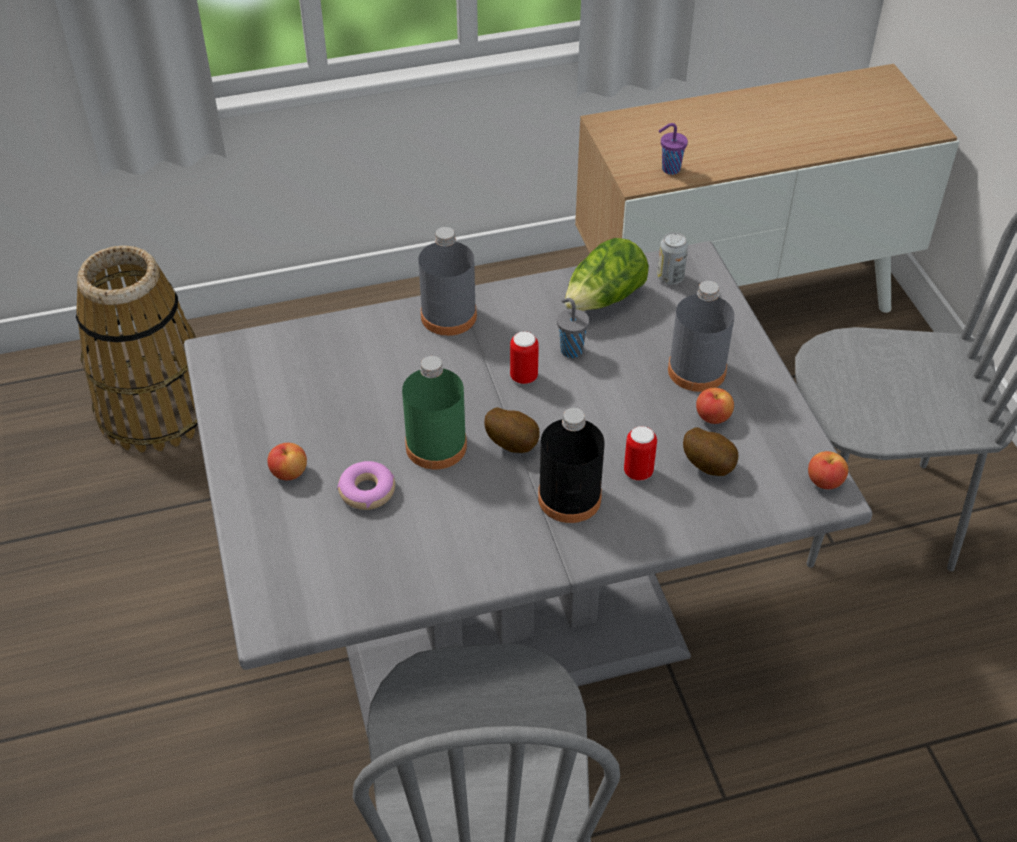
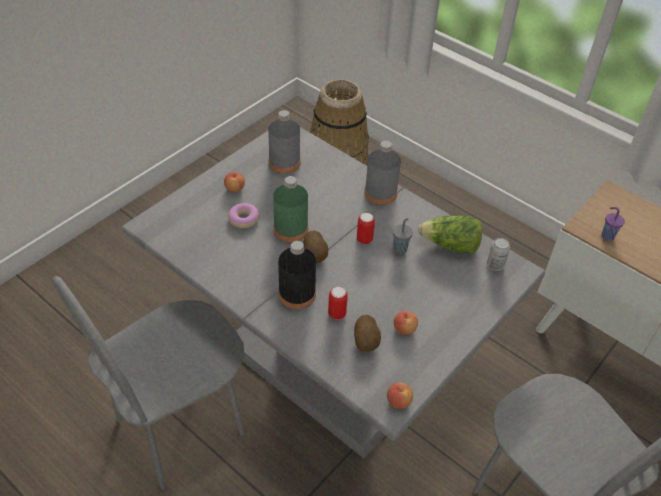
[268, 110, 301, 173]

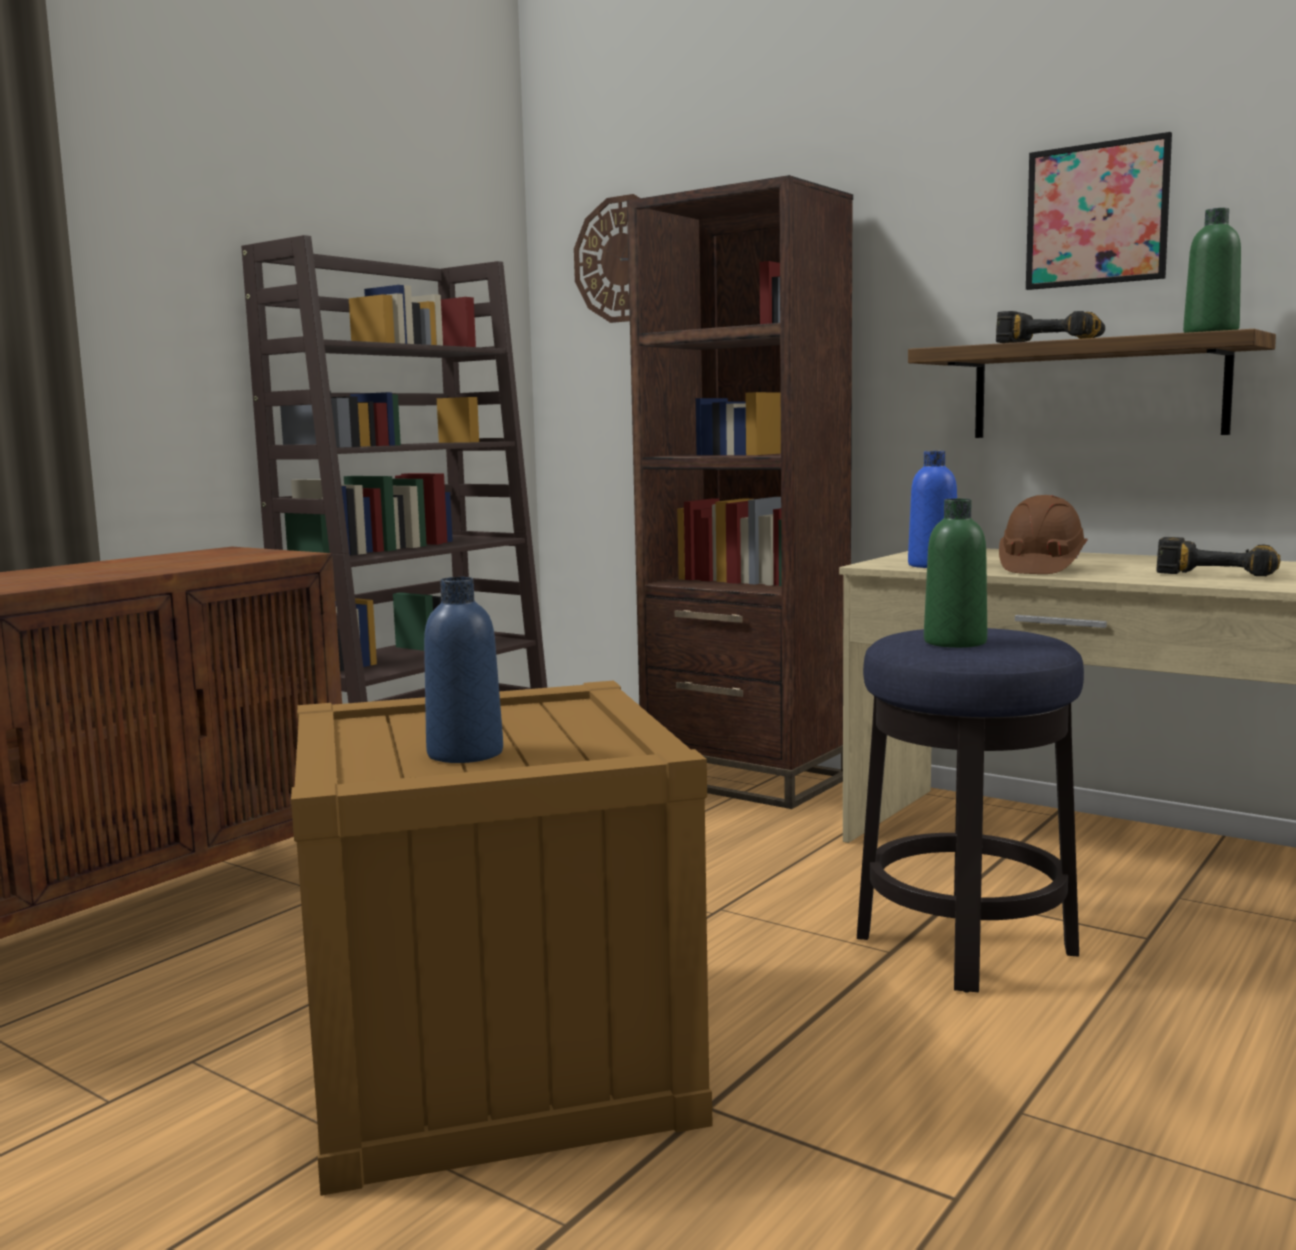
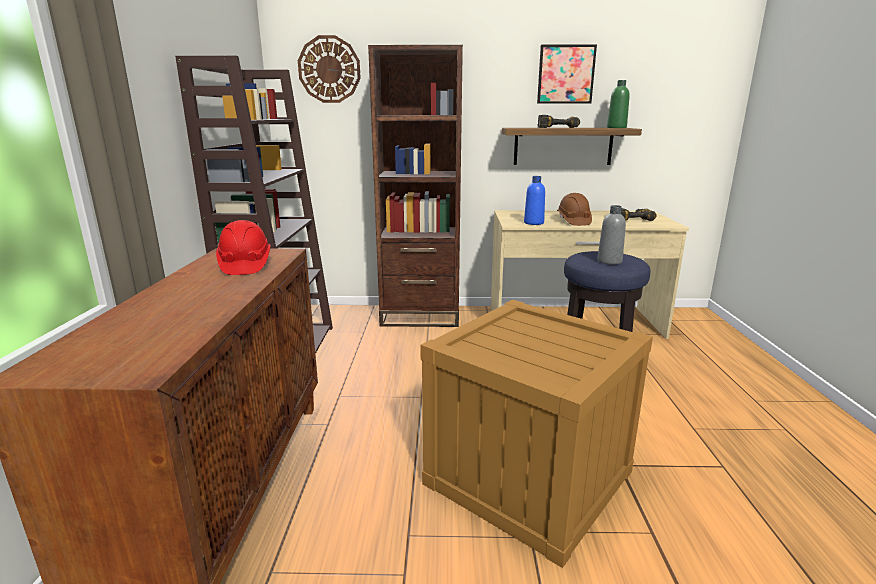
[424, 577, 503, 763] (first image)
[597, 205, 626, 265]
[216, 220, 271, 275]

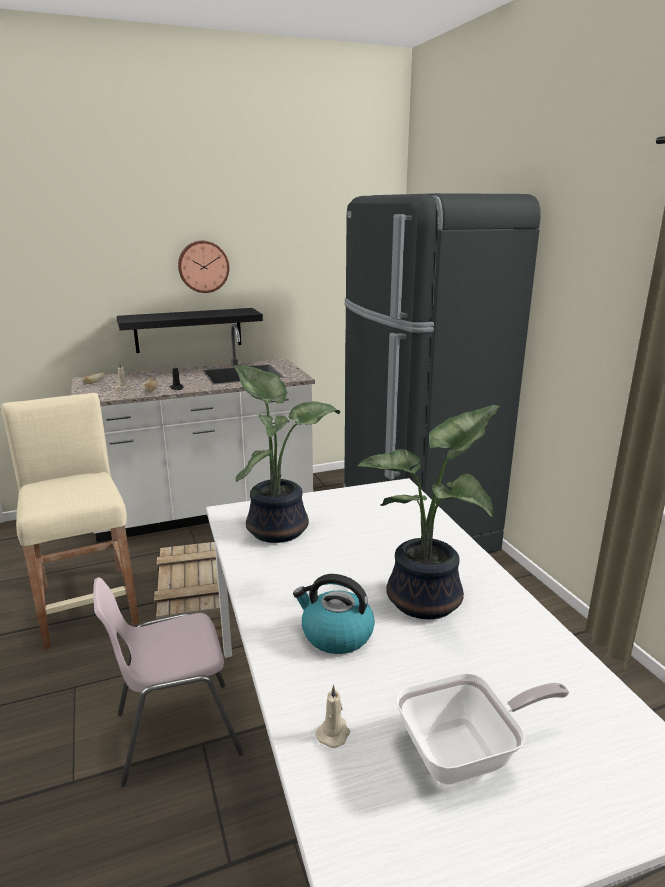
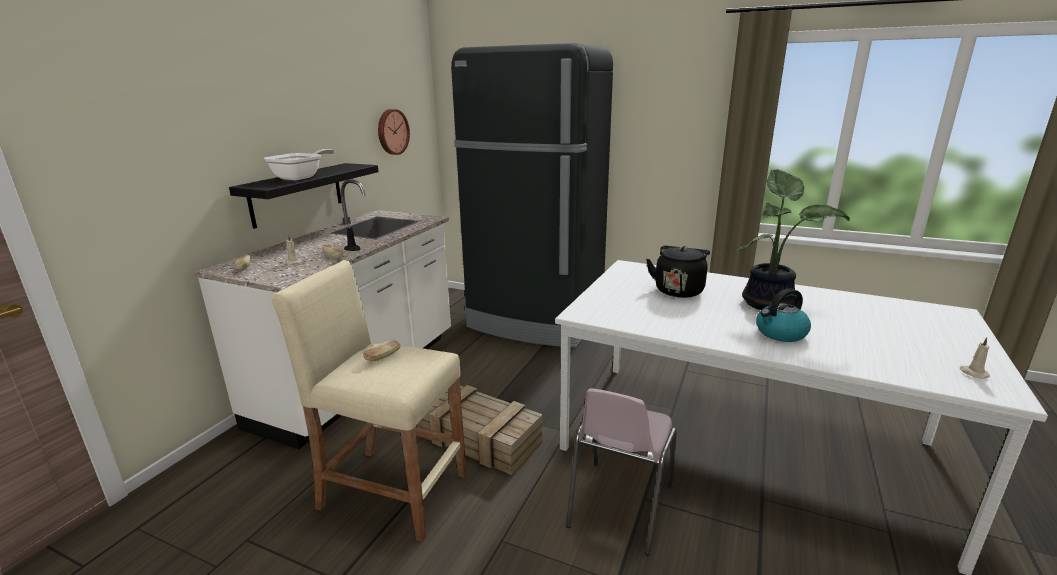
[378, 109, 410, 155]
[233, 364, 340, 543] (first image)
[960, 337, 990, 379]
[264, 149, 334, 180]
[363, 340, 401, 361]
[646, 245, 710, 298]

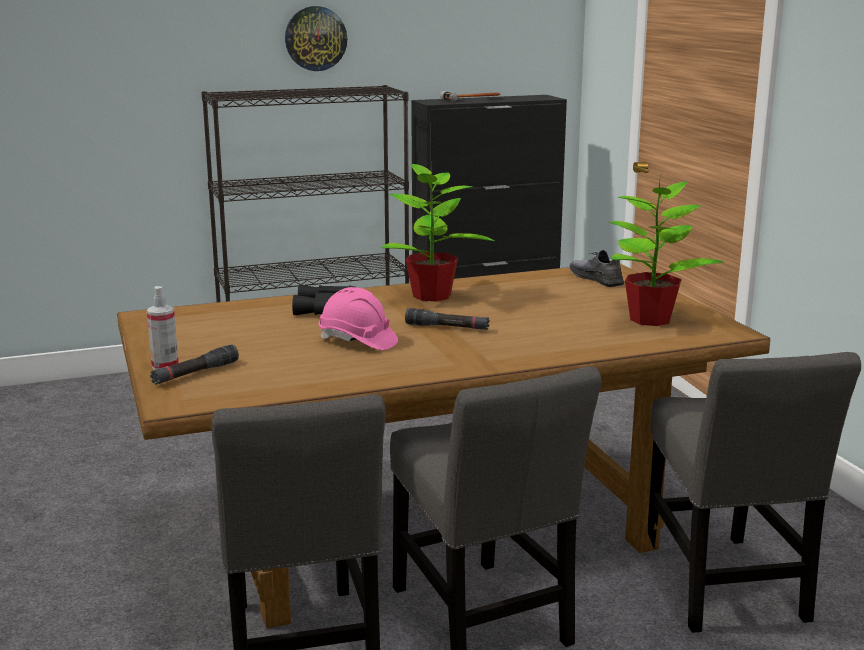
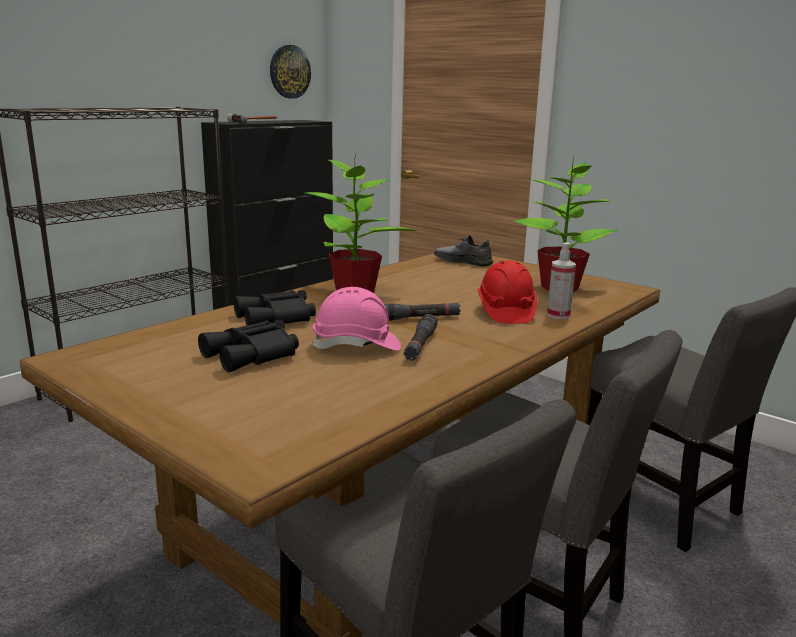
[547, 242, 576, 319]
[404, 314, 437, 361]
[270, 45, 311, 99]
[198, 320, 299, 372]
[478, 260, 537, 324]

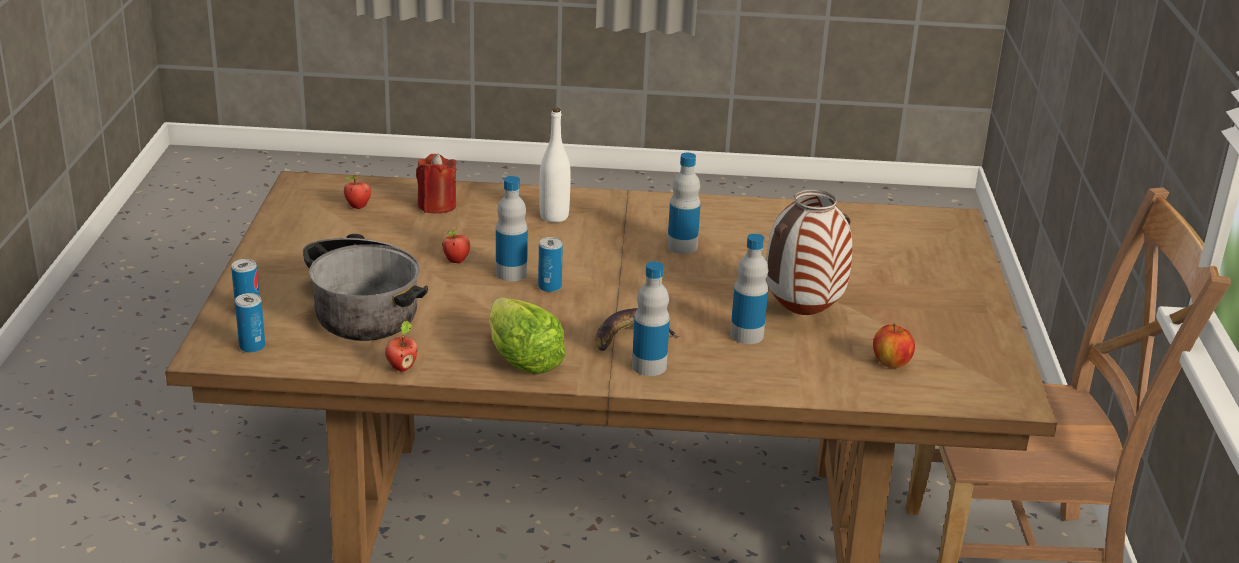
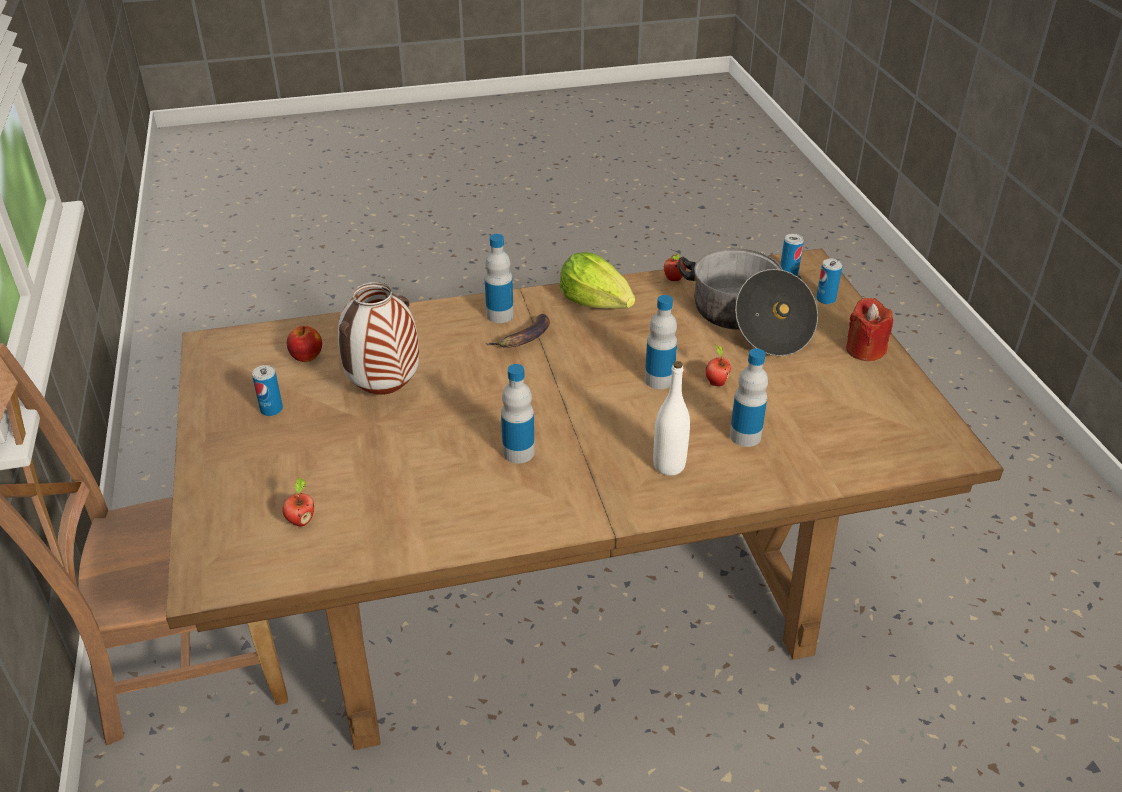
[282, 477, 314, 526]
[846, 298, 893, 361]
[252, 365, 283, 416]
[730, 348, 768, 447]

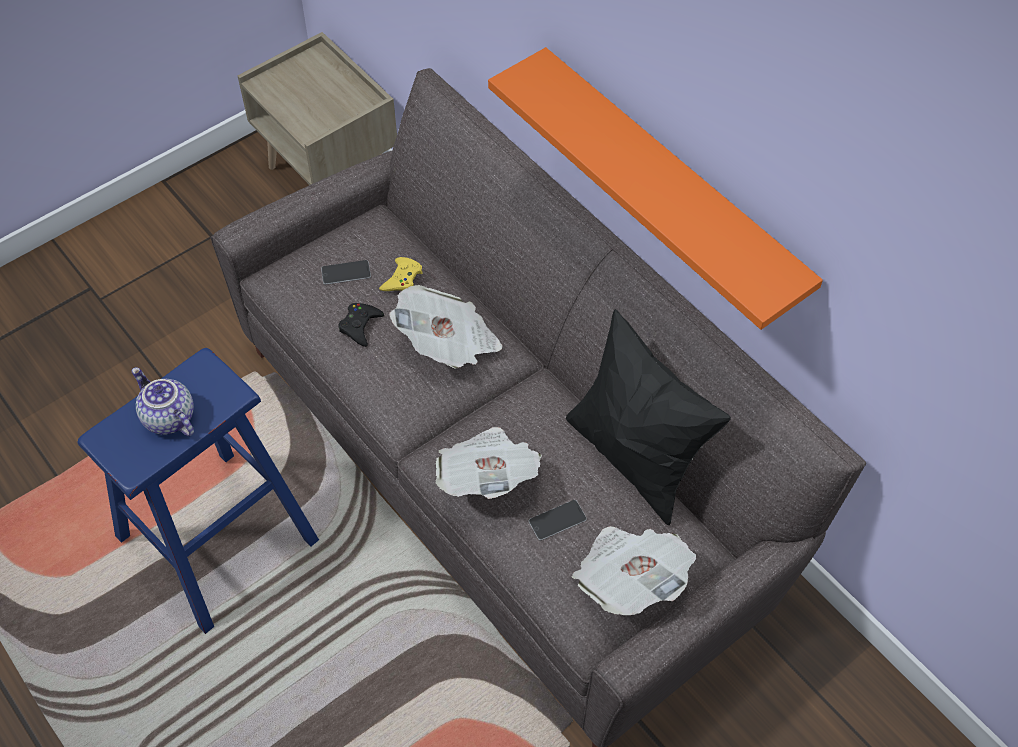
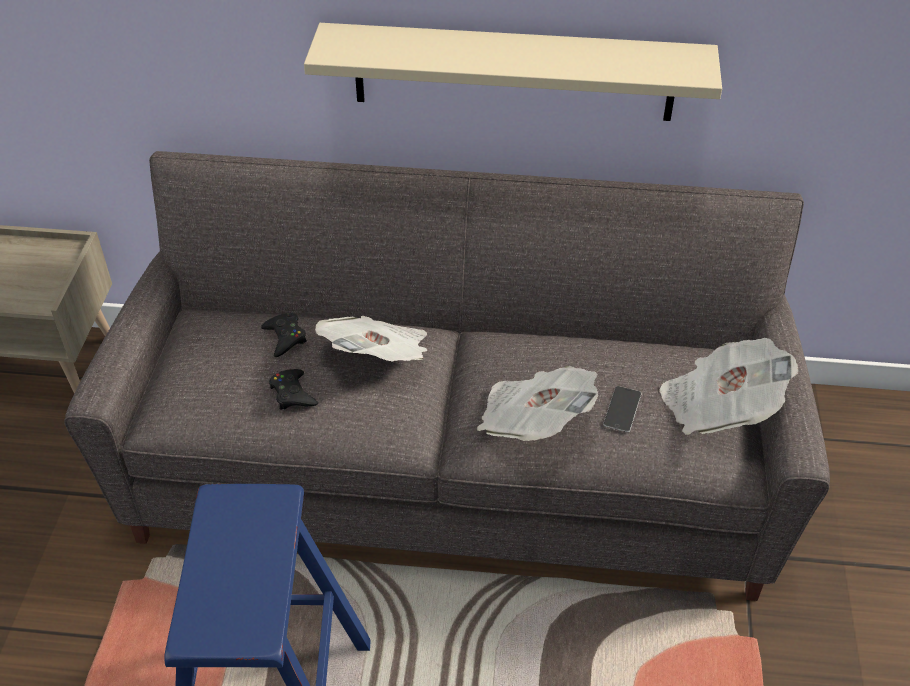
[132, 367, 194, 436] (first image)
[321, 260, 371, 285] (first image)
[261, 313, 307, 357]
[304, 23, 722, 121]
[566, 309, 731, 525] (first image)

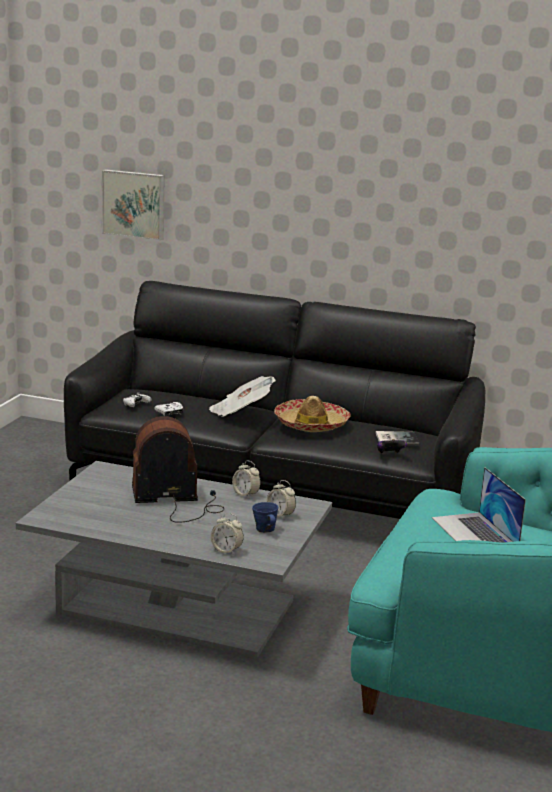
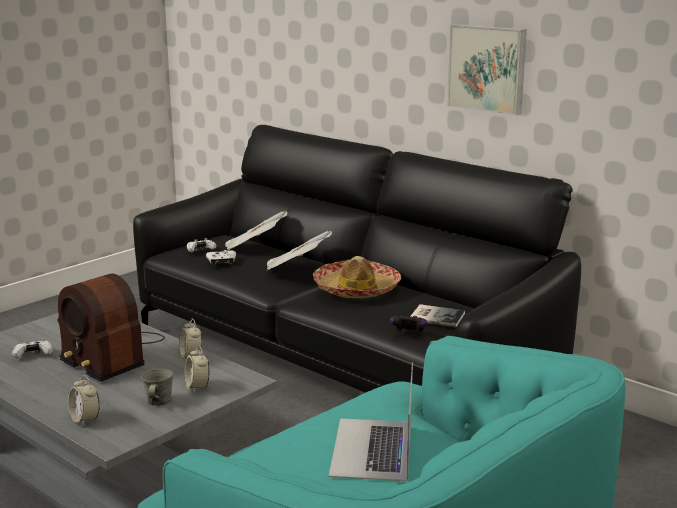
[447, 24, 527, 115]
[57, 274, 165, 382]
[141, 369, 173, 406]
[12, 338, 53, 358]
[225, 211, 288, 251]

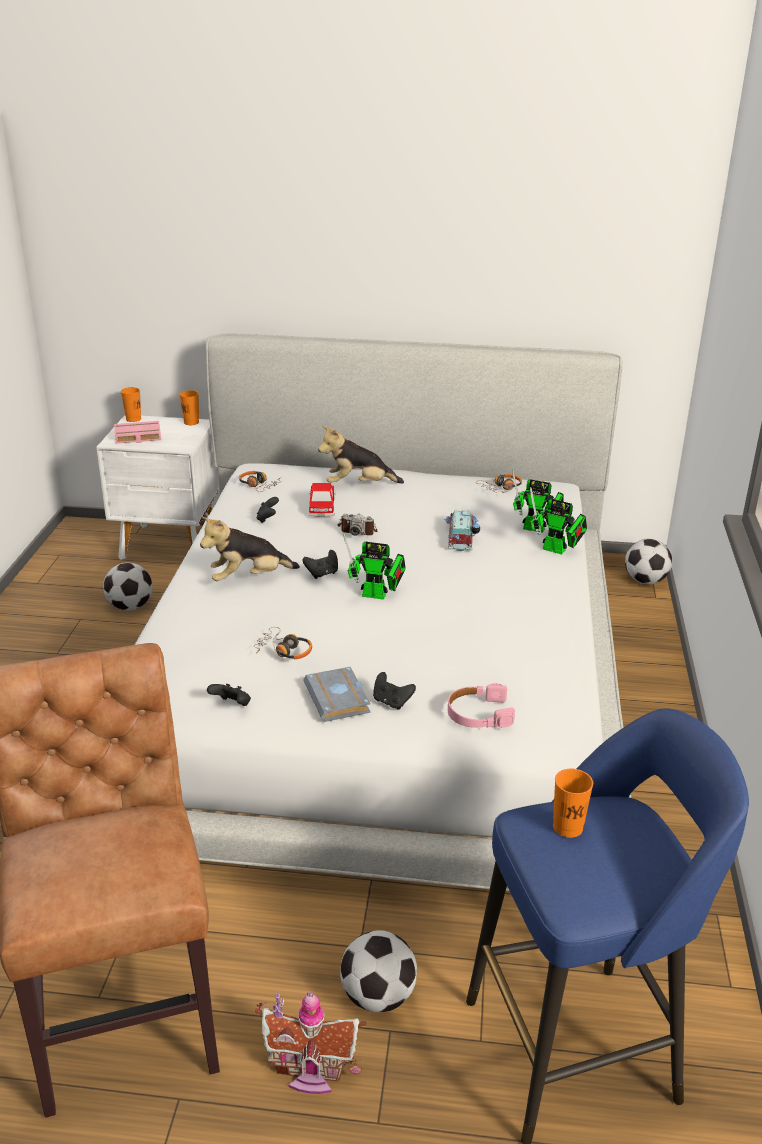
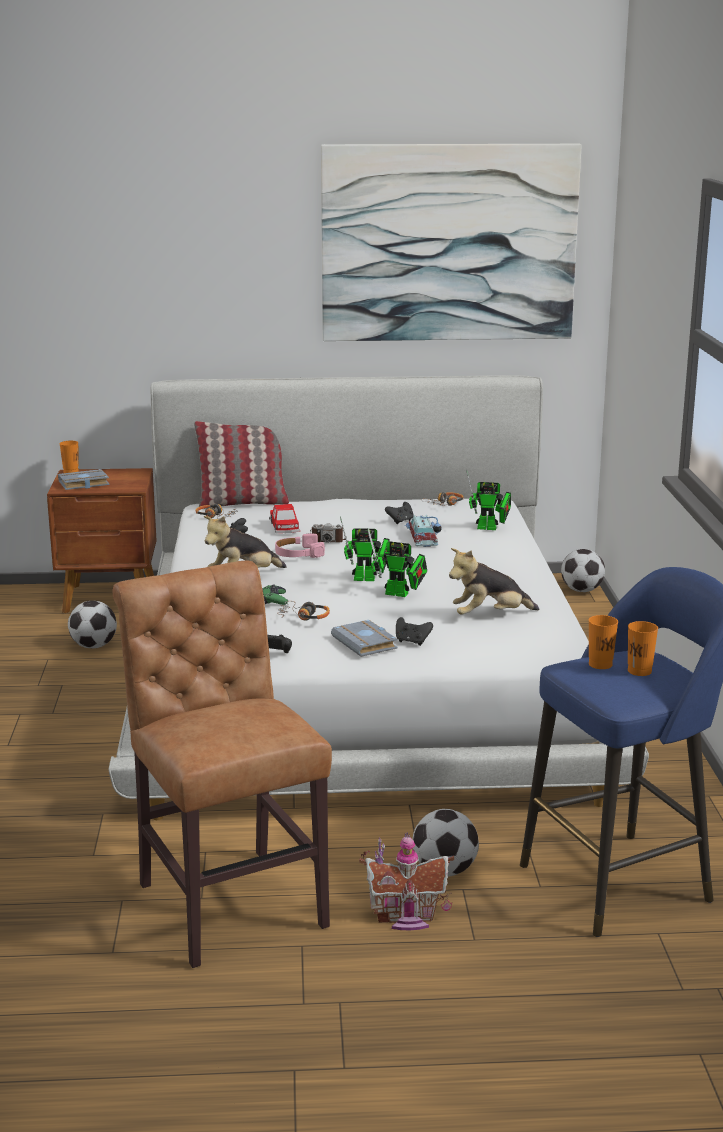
[47, 468, 157, 613]
[58, 469, 109, 490]
[628, 621, 658, 676]
[385, 502, 414, 524]
[449, 548, 539, 615]
[275, 533, 325, 558]
[368, 528, 427, 597]
[194, 421, 289, 509]
[262, 585, 288, 605]
[321, 143, 581, 341]

